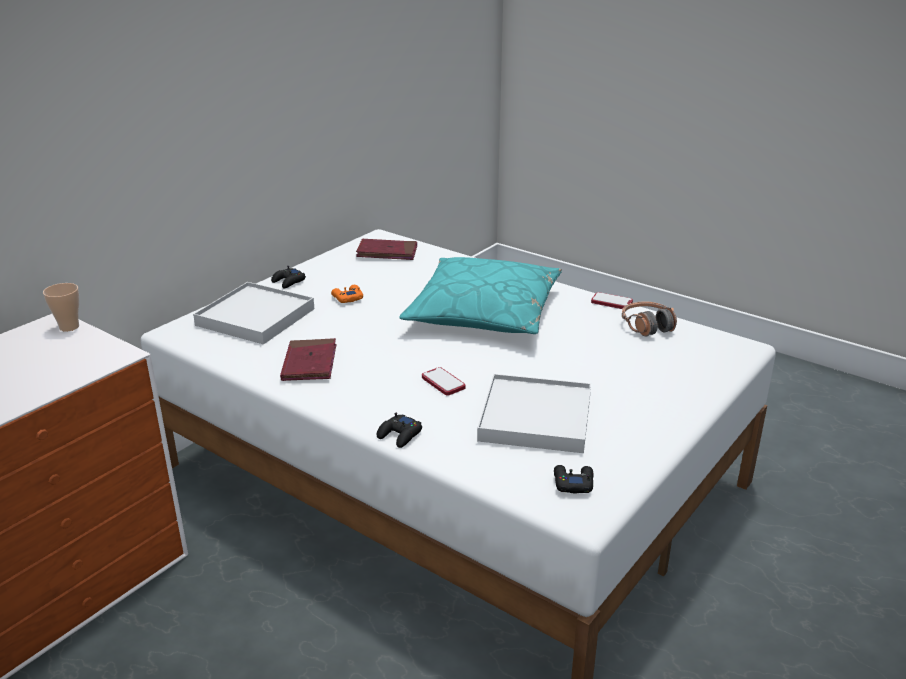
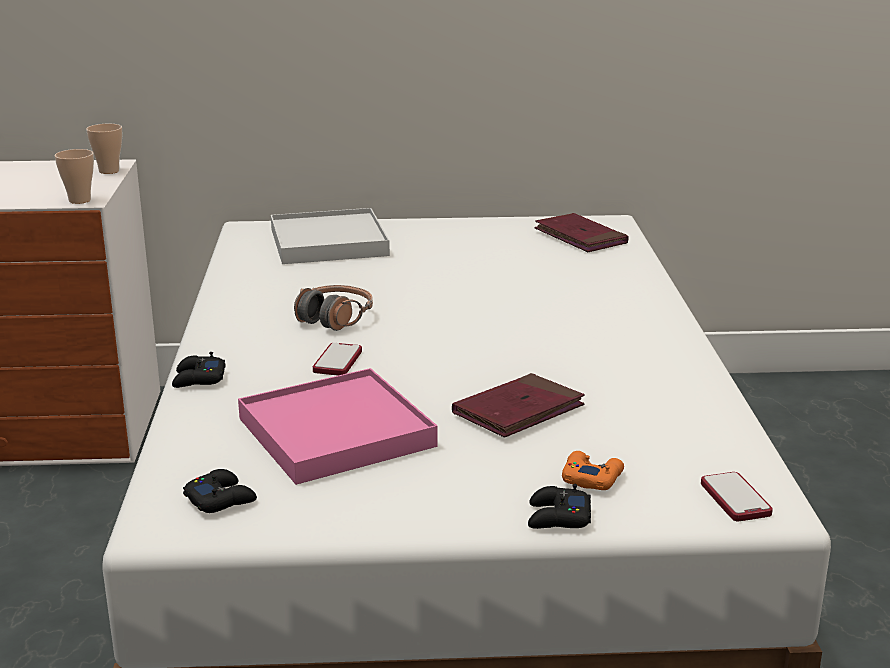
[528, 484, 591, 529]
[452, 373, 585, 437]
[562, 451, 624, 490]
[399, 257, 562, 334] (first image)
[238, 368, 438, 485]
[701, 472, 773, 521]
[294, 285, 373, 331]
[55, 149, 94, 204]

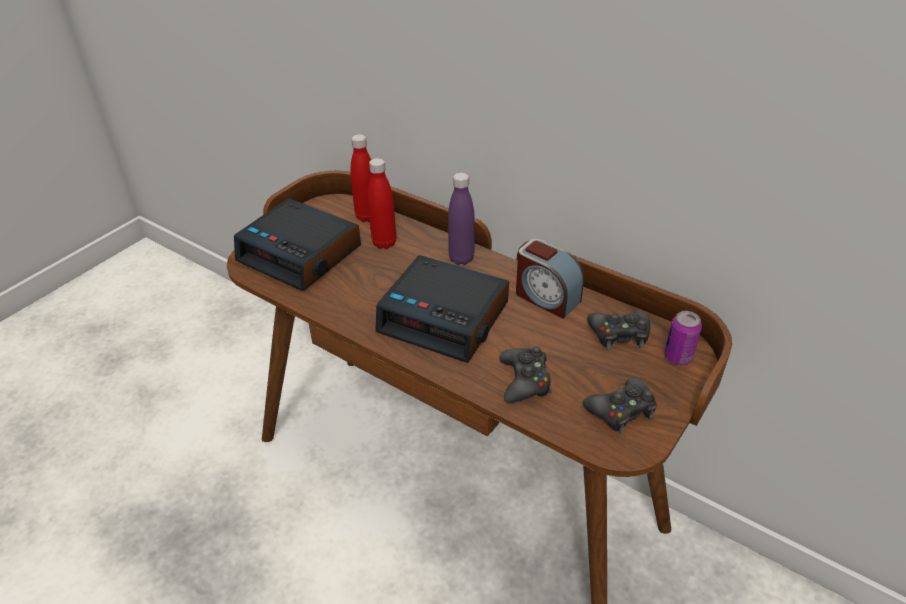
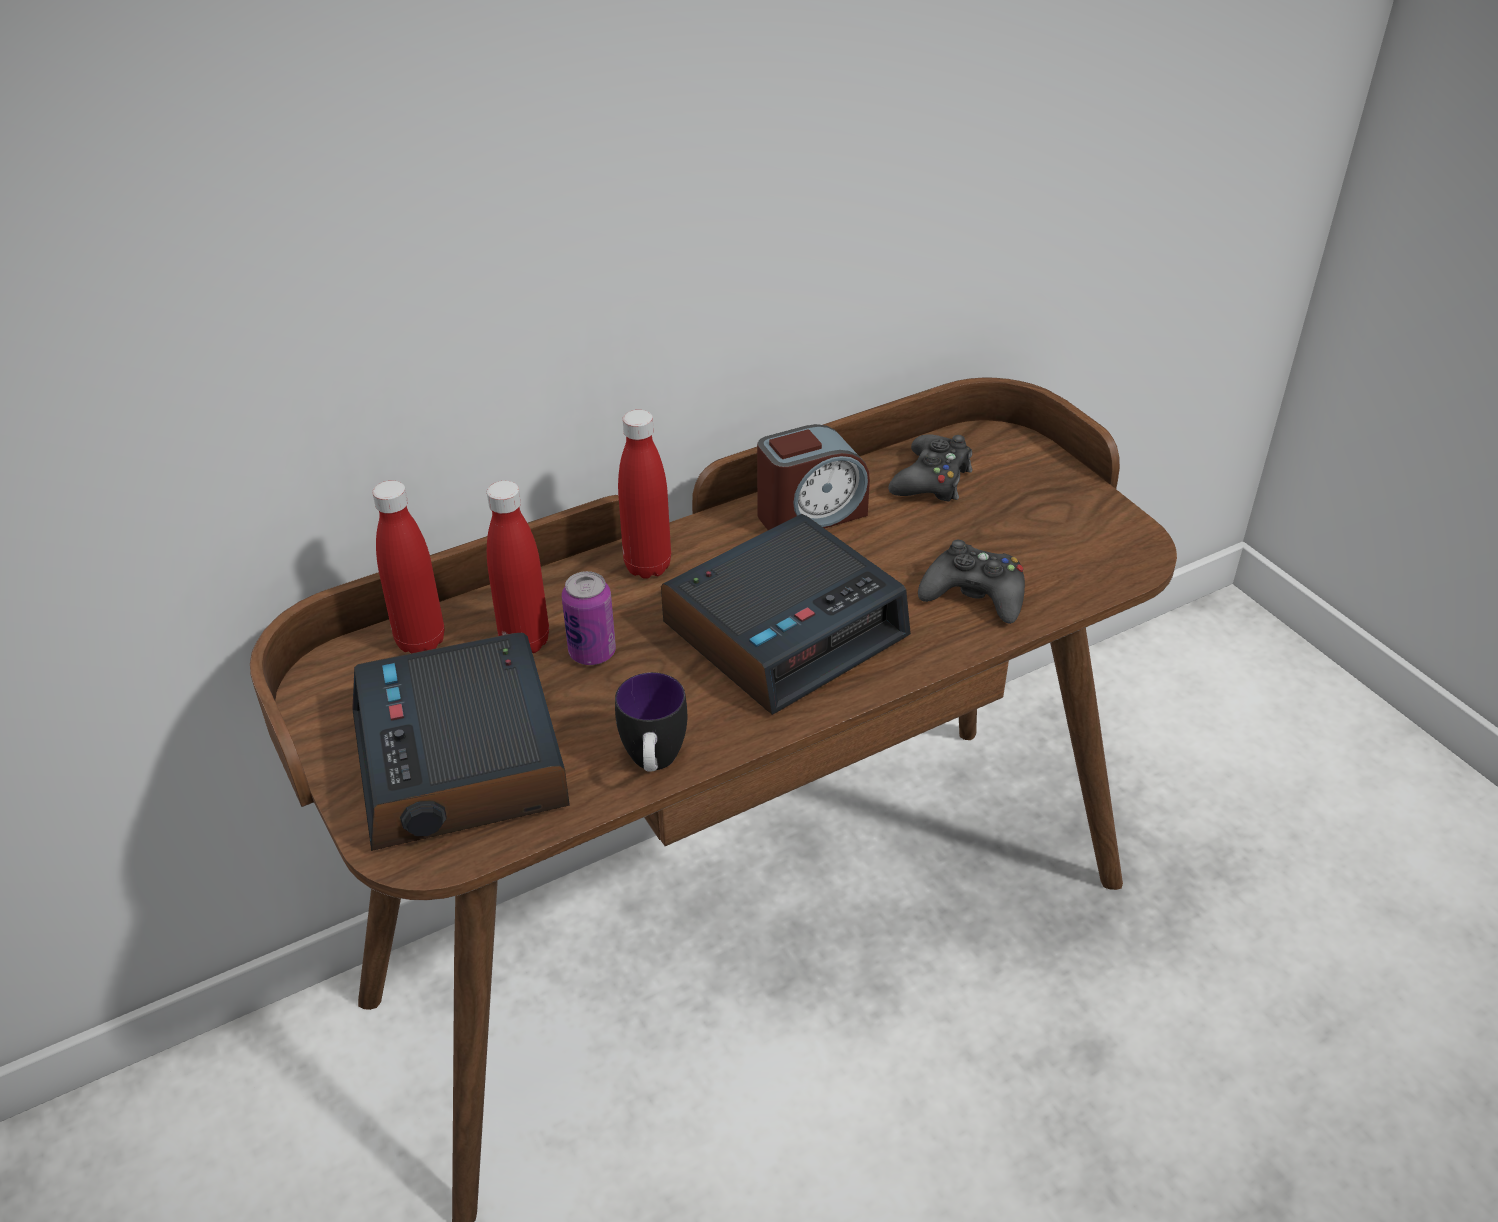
[352, 633, 570, 851]
[618, 410, 671, 579]
[583, 377, 657, 434] (first image)
[562, 571, 616, 665]
[615, 672, 687, 772]

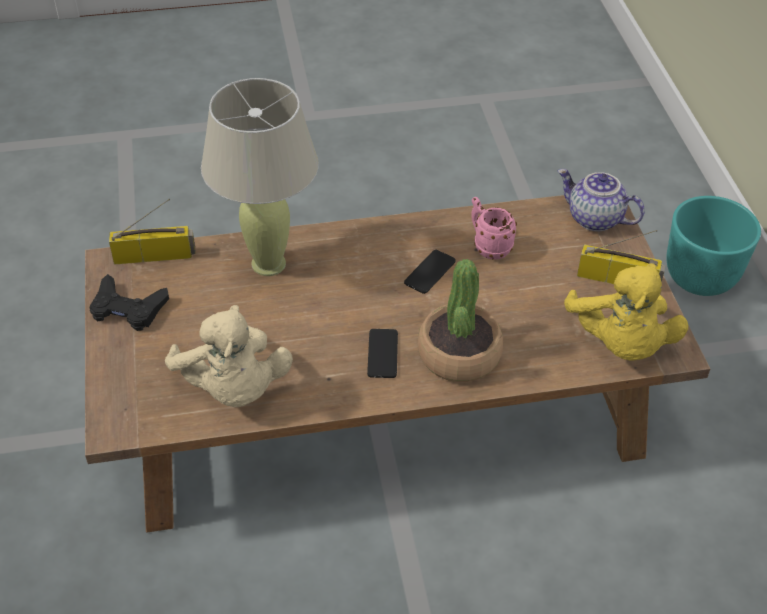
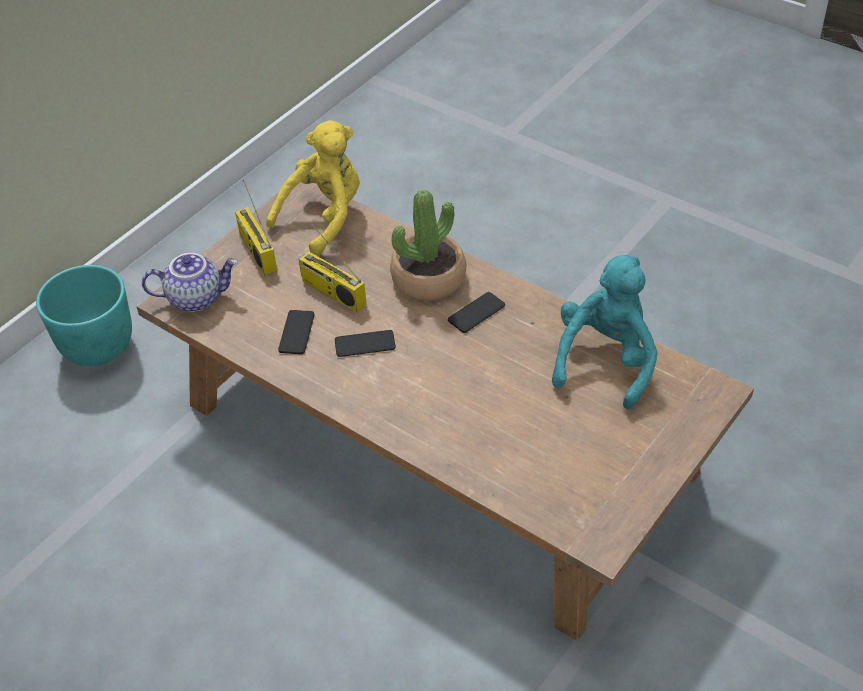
[90, 274, 169, 331] (first image)
[298, 222, 367, 312]
[552, 255, 658, 409]
[201, 78, 318, 276] (first image)
[278, 310, 315, 354]
[142, 253, 238, 312]

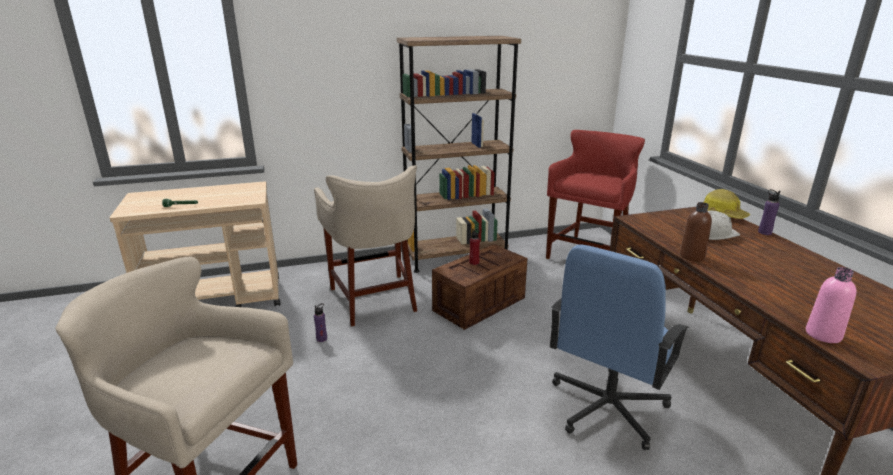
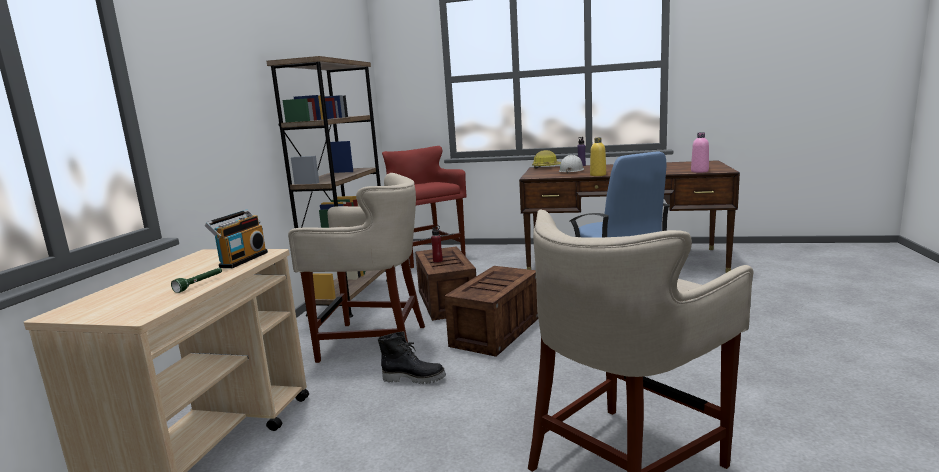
[378, 332, 446, 384]
[590, 137, 606, 176]
[205, 210, 268, 268]
[444, 266, 538, 357]

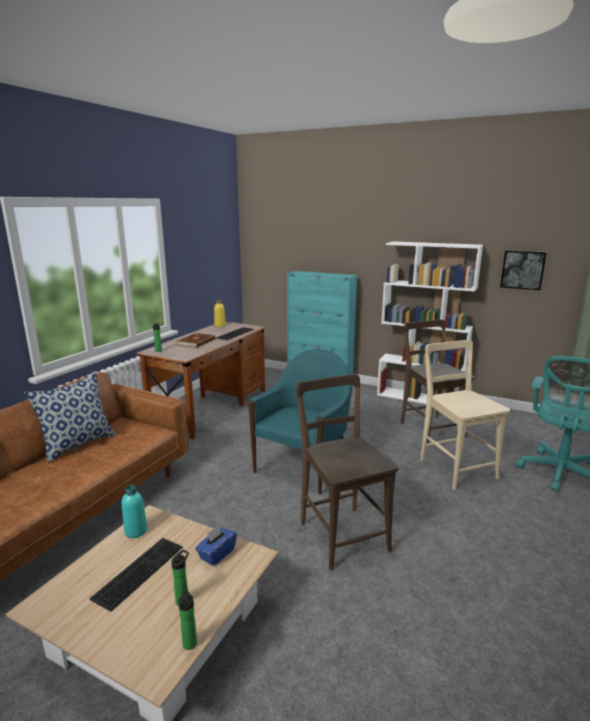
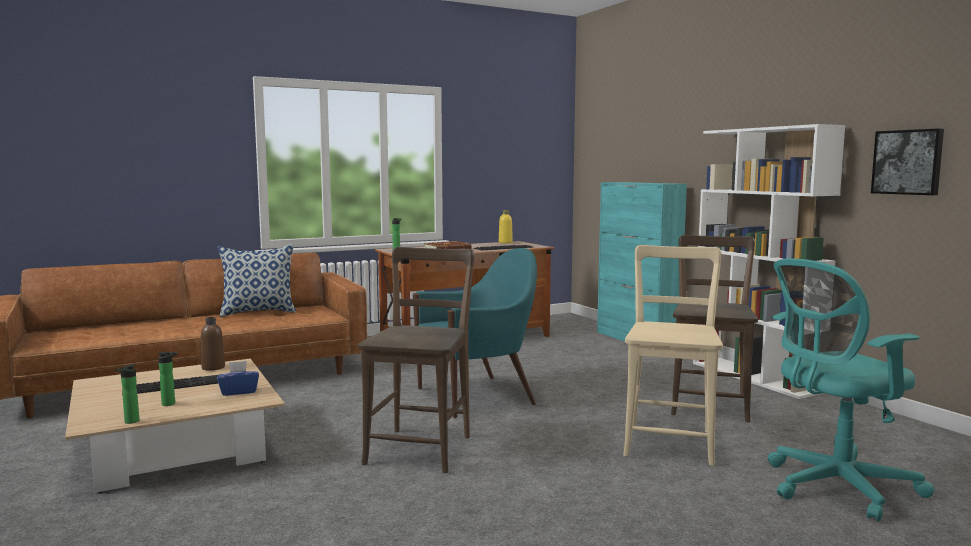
[201, 317, 225, 371]

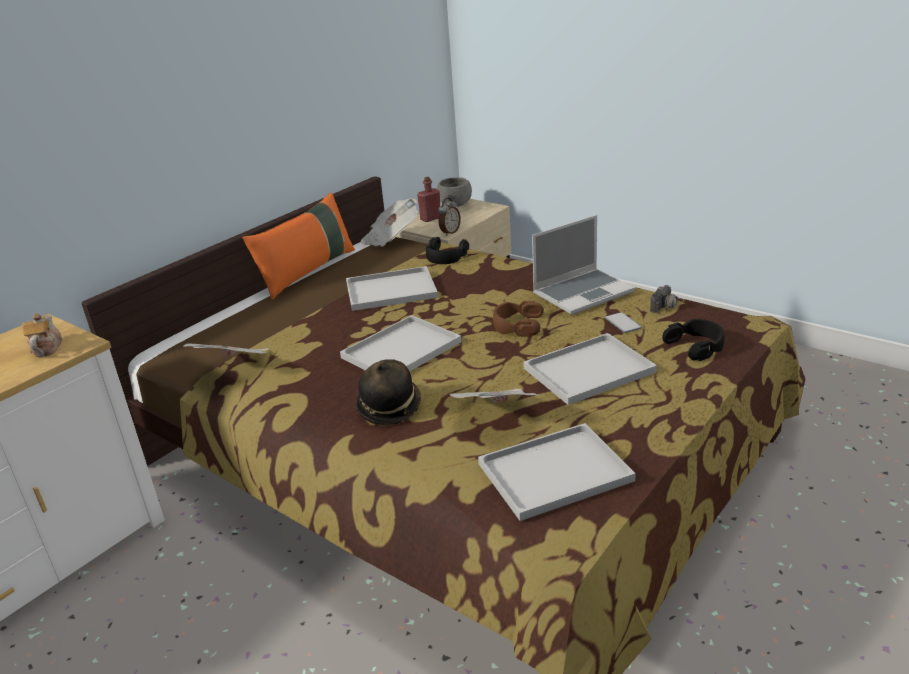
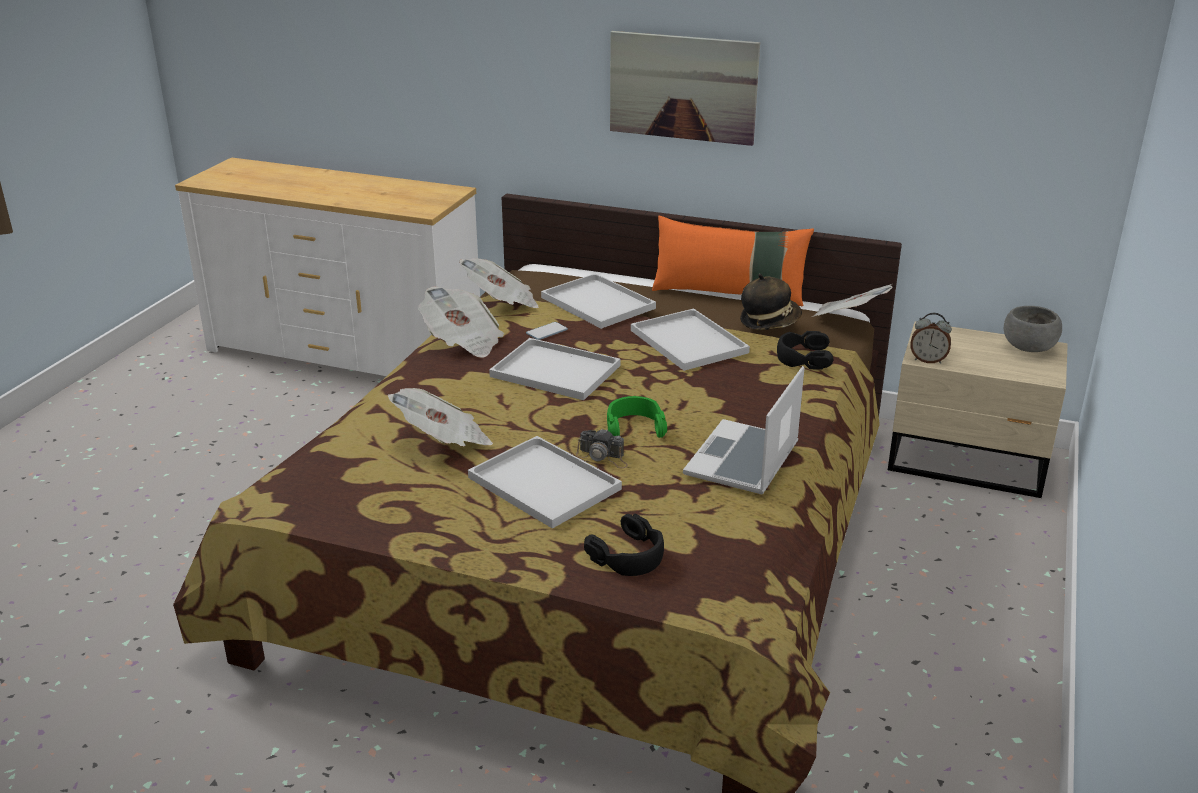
[22, 313, 63, 357] (first image)
[740, 274, 802, 330]
[417, 177, 440, 222] (first image)
[541, 273, 656, 329]
[607, 396, 667, 438]
[683, 366, 804, 494]
[526, 322, 568, 340]
[576, 428, 628, 468]
[418, 286, 504, 358]
[610, 31, 760, 146]

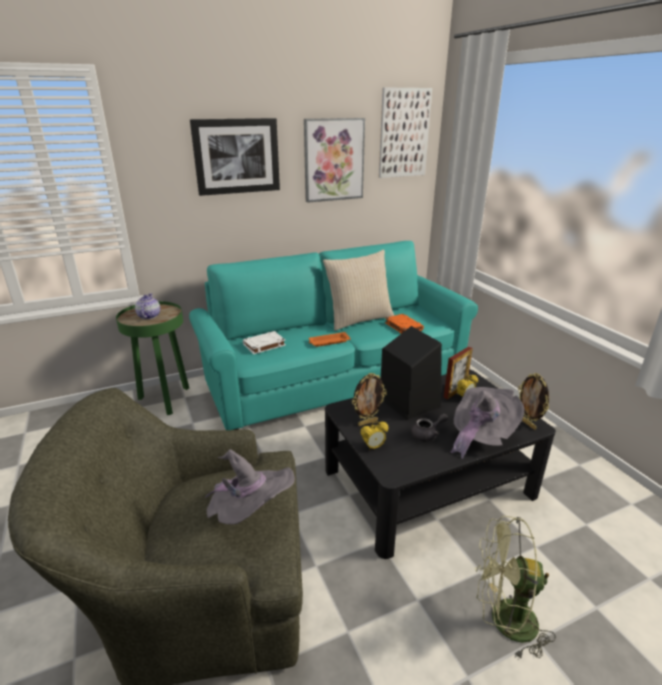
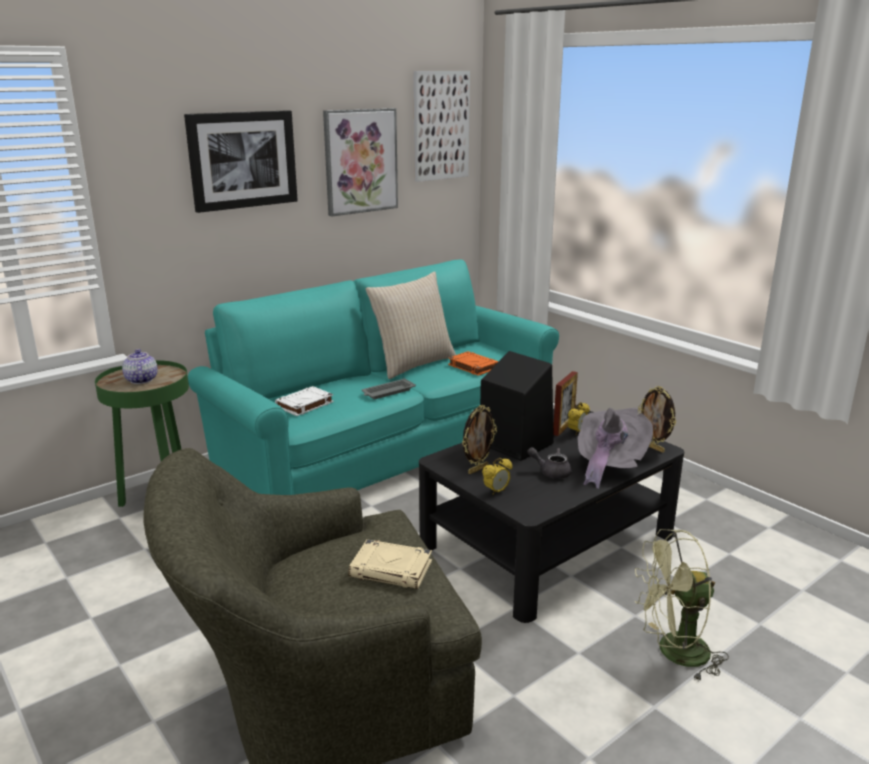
[348, 539, 432, 589]
[362, 378, 416, 399]
[527, 447, 572, 479]

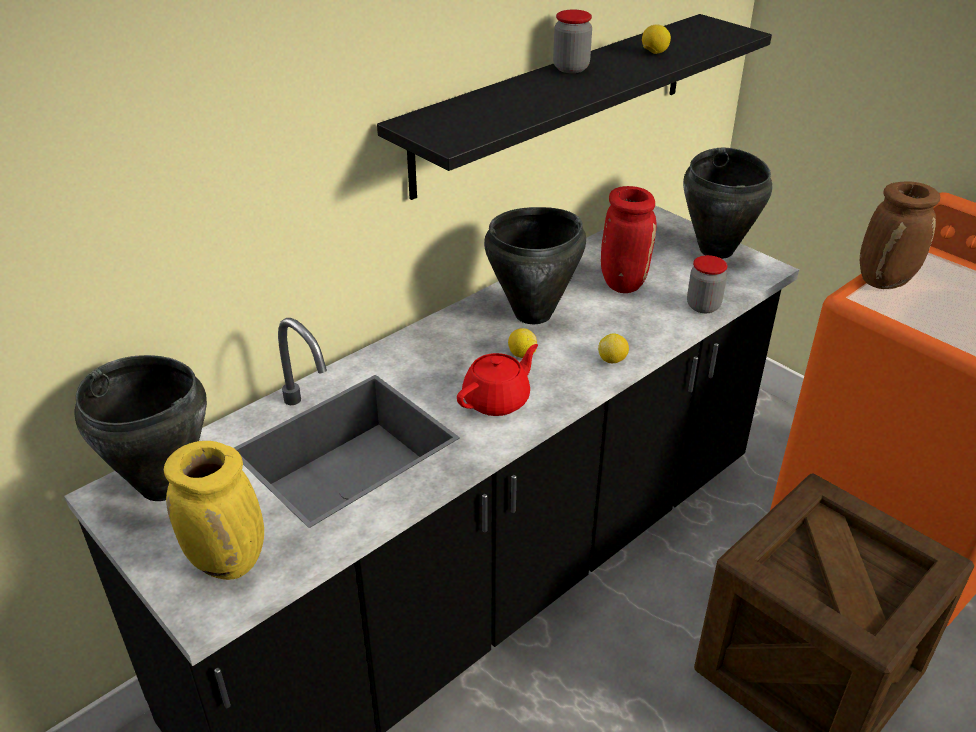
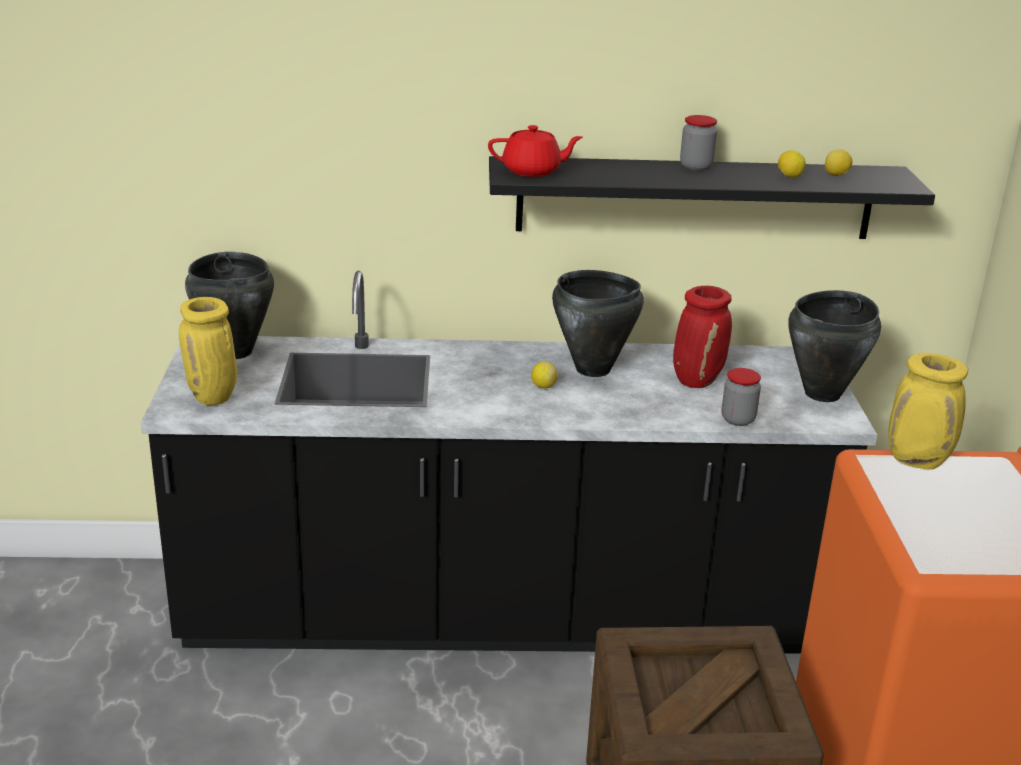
[488, 125, 583, 177]
[825, 149, 852, 176]
[888, 353, 968, 469]

